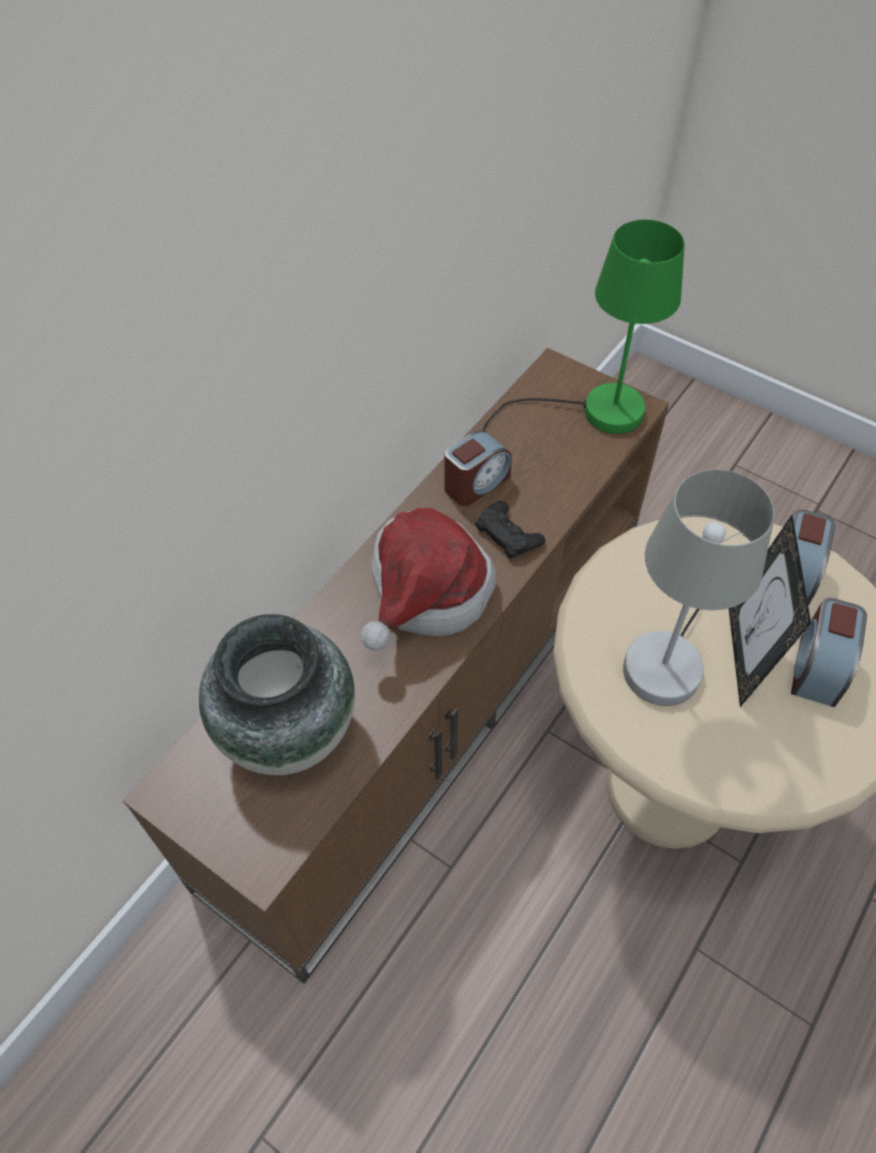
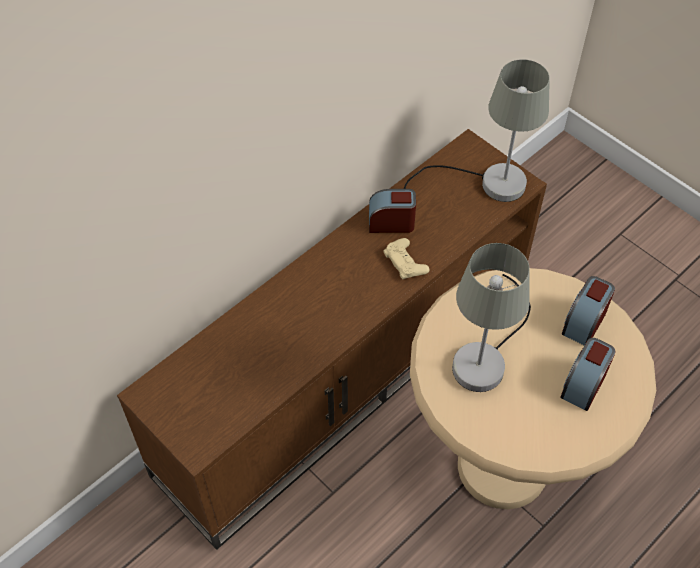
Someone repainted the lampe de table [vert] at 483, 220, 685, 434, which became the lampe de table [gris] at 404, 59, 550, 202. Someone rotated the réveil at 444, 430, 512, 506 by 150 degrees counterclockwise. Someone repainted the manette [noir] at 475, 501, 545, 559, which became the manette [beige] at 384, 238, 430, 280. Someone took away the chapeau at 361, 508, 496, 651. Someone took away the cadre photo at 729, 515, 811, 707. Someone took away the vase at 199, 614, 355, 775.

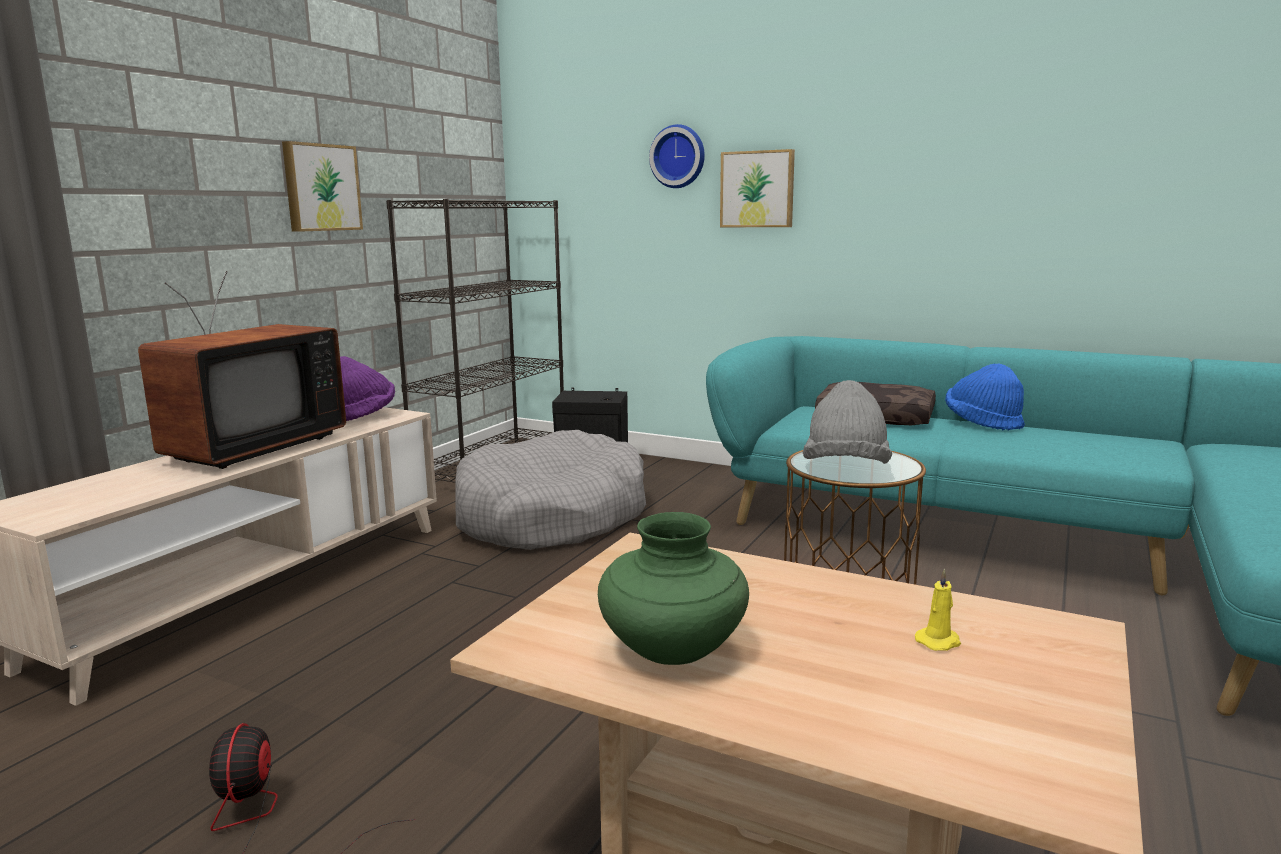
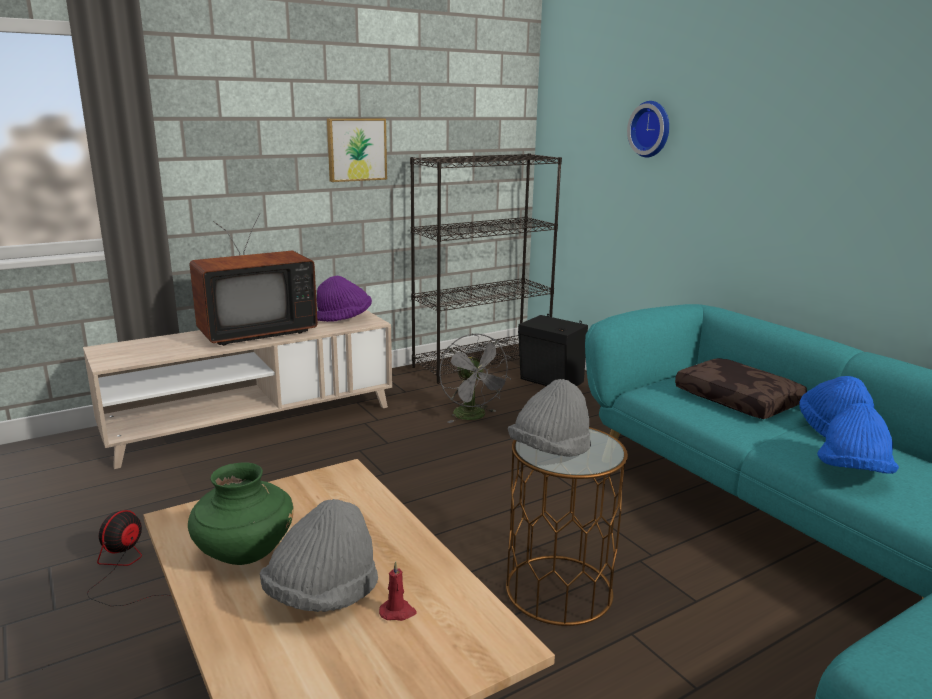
Someone took away the tableau at 720, 149, 795, 227. Someone swapped the panier pour chien [gris] at 456, 430, 646, 550 for the ventilateur [gris] at 439, 333, 512, 423. Someone repainted the bougie [jaune] at 915, 568, 961, 651, which became the bougie [rouge] at 379, 561, 417, 621. Someone put down the chapeau [bleu] at 817, 403, 899, 474. Someone put down the chapeau [gris] at 260, 499, 378, 612.

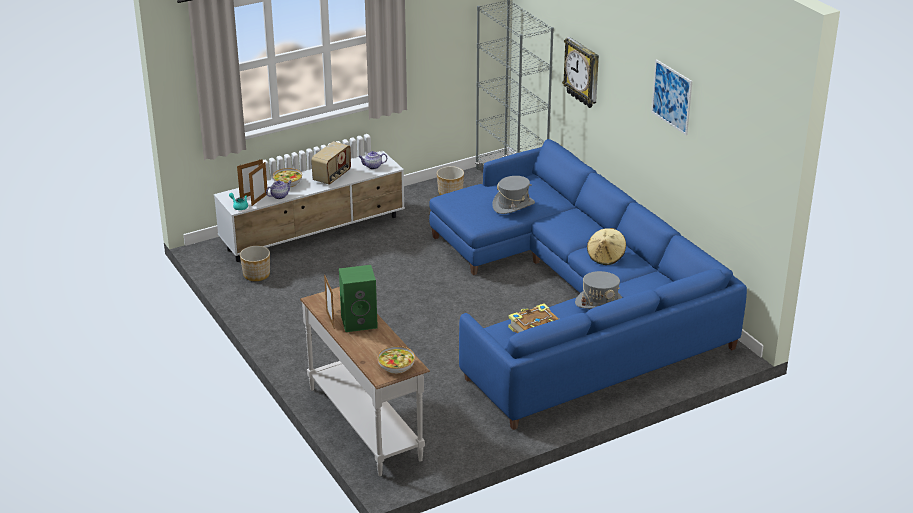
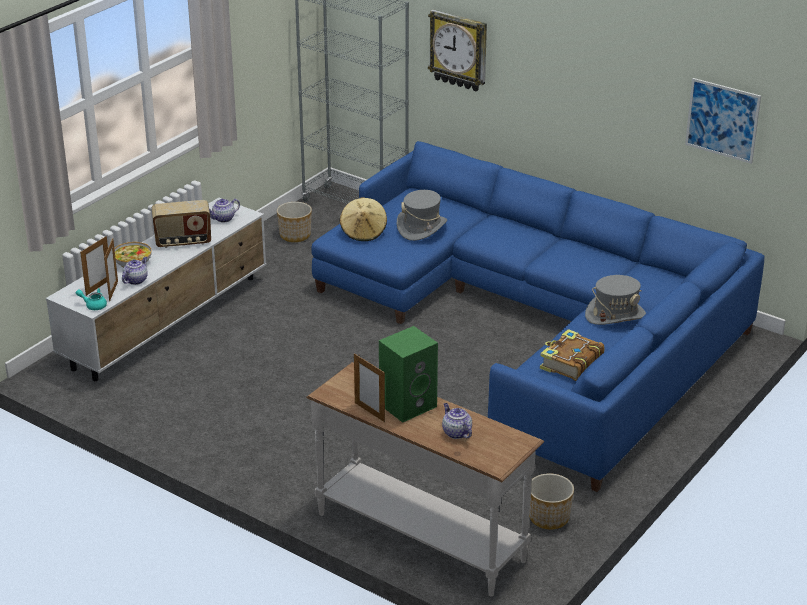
Someone carried the tableau from 651, 59, 692, 135 to 685, 78, 761, 164. Someone rotated the radio at 311, 141, 351, 185 by 75 degrees clockwise. Someone carried the chapeau [beige] from 587, 228, 626, 265 to 340, 197, 387, 241. Someone carried the cache-pot from 240, 246, 270, 281 to 529, 474, 574, 529. Someone took away the bol at 378, 346, 415, 374. Someone put down the théière at 442, 403, 472, 439.

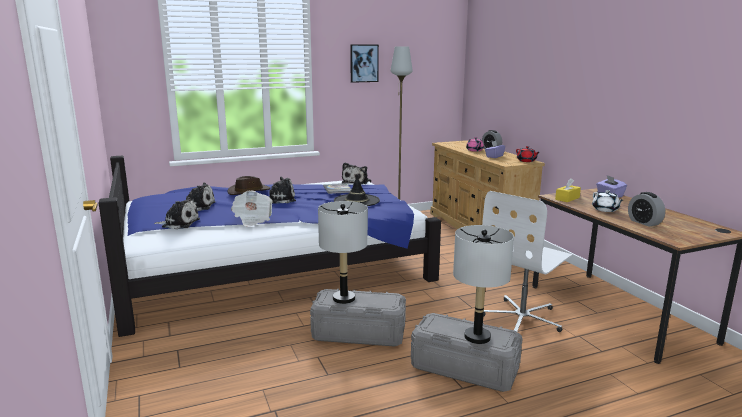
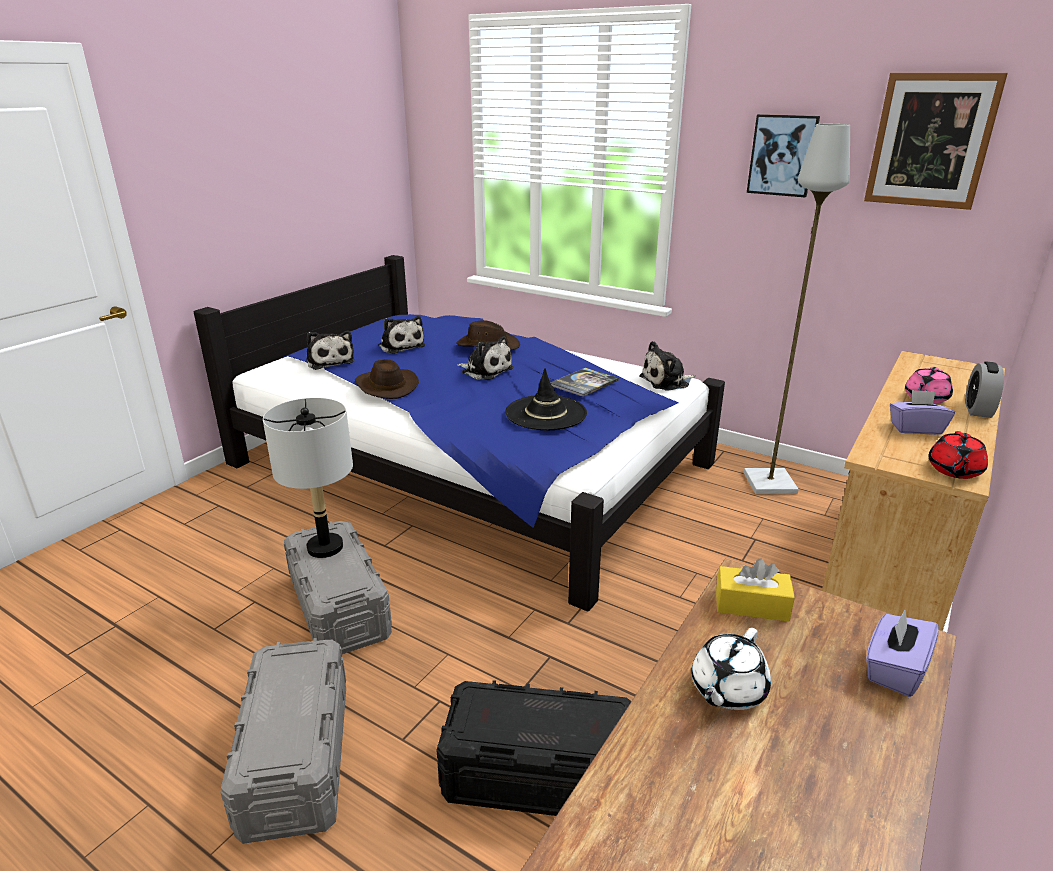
Someone swapped the journal at 231, 191, 273, 226 for the chapeau [marron] at 355, 359, 419, 399. Someone swapped the chaise de bureau [blanc] at 482, 191, 573, 332 for the boîte de rangement [noir] at 436, 680, 631, 816. Someone took away the réveil at 628, 192, 665, 227. Someone took away the lampe de table [gris] at 453, 225, 514, 344. Someone put up the tableau at 864, 73, 1008, 210.

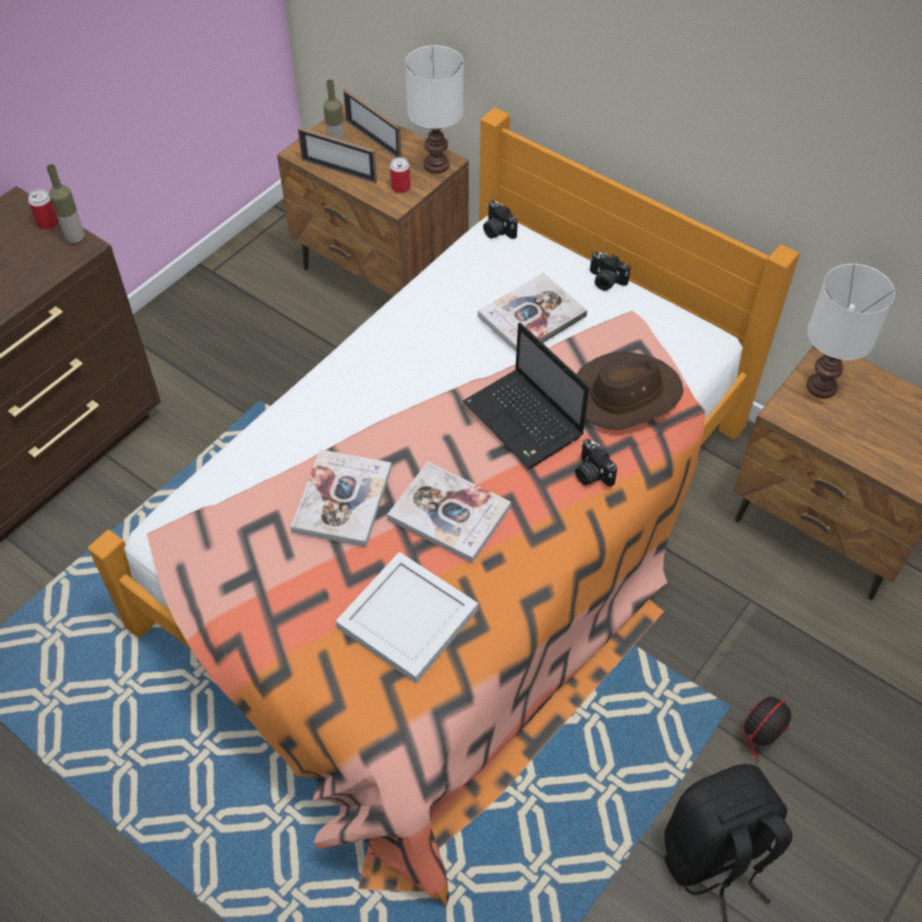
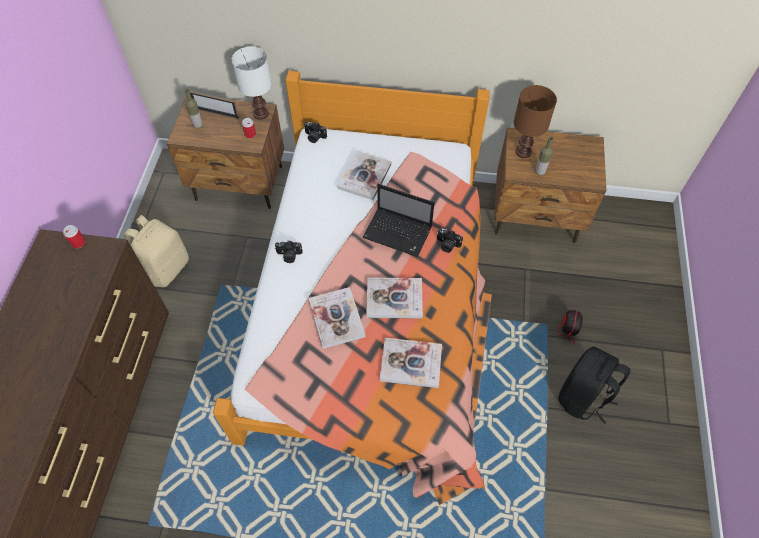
Someone took away the cadre photo at 298, 127, 377, 184. Someone carried the bouteille from 46, 164, 85, 245 to 535, 137, 553, 176. Someone carried the appareil photo from 590, 252, 631, 291 to 275, 241, 303, 263. Someone repainted the lampe de table [blanc] at 806, 264, 895, 398, which became the lampe de table [marron] at 514, 85, 557, 158. Someone took away the chapeau [marron] at 577, 351, 683, 430. Someone swapped the plateau [blanc] at 336, 552, 478, 683 for the livre at 380, 338, 442, 388. Someone put down the sac à dos [beige] at 123, 215, 189, 287.

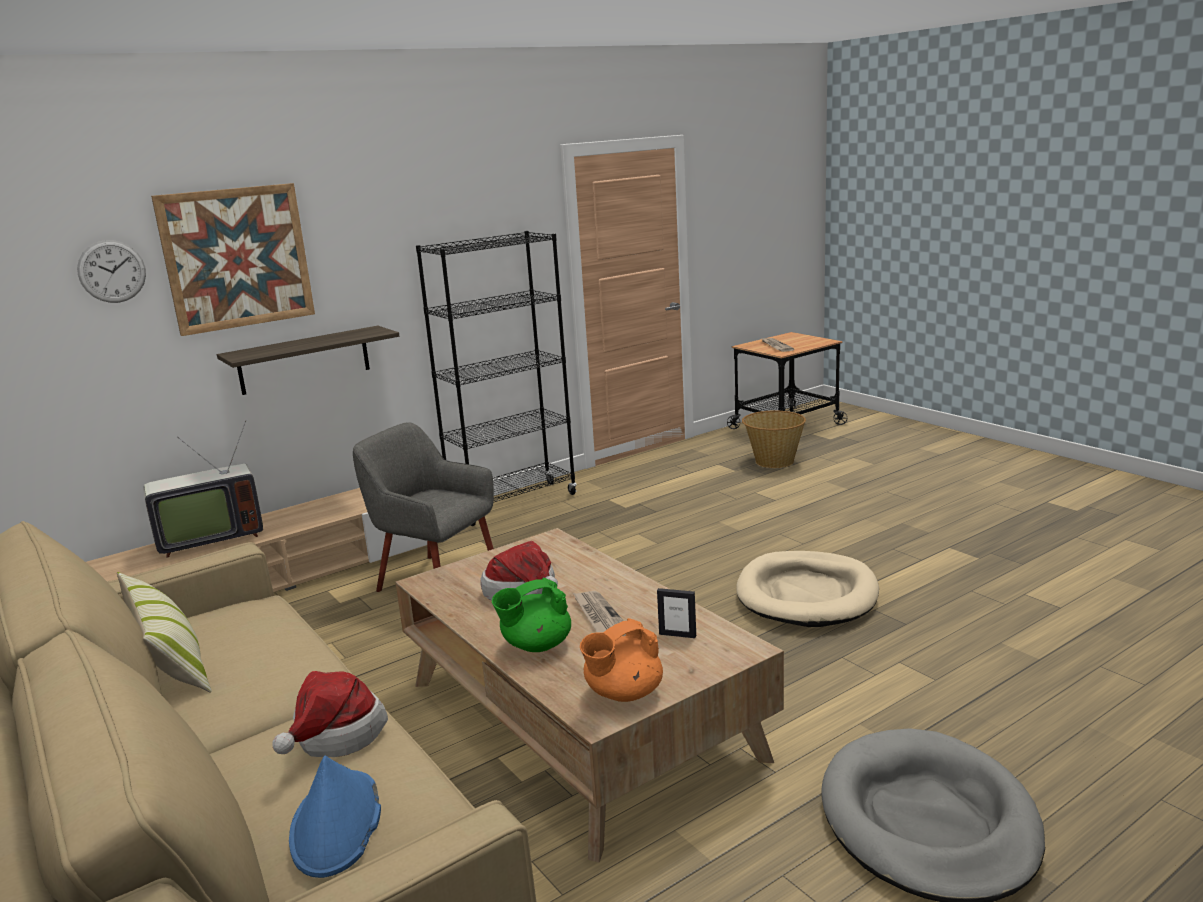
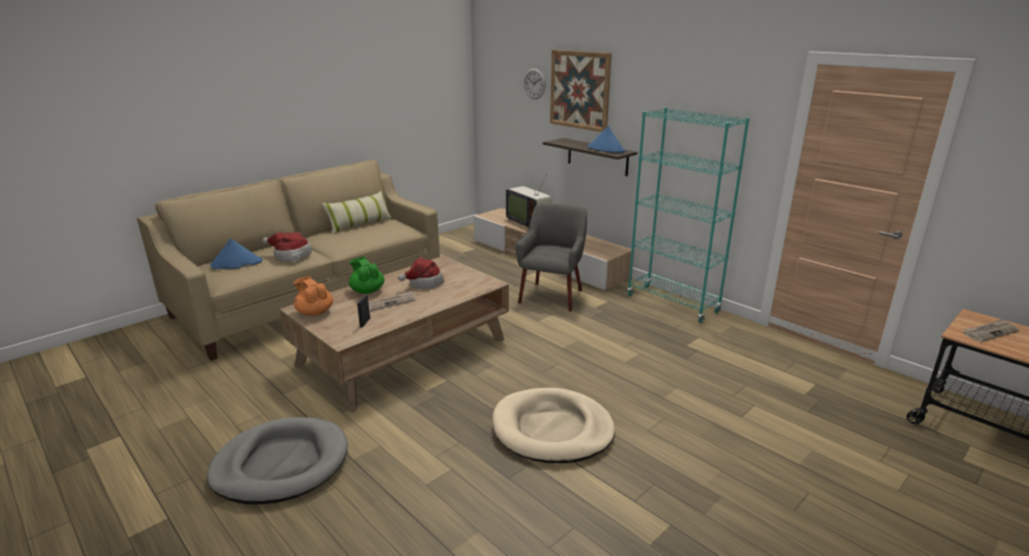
Someone repainted the bibliothèque [noir] at 416, 231, 577, 526, which became the bibliothèque [turquoise] at 627, 108, 750, 323. Someone took away the panier at 742, 411, 806, 468. Someone put down the chapeau [bleu] at 587, 126, 625, 153.

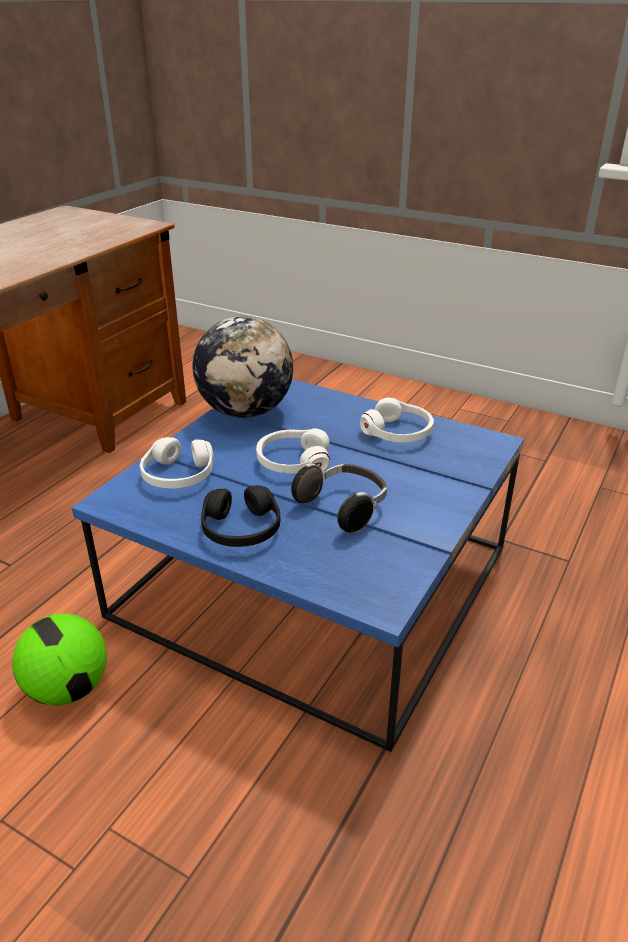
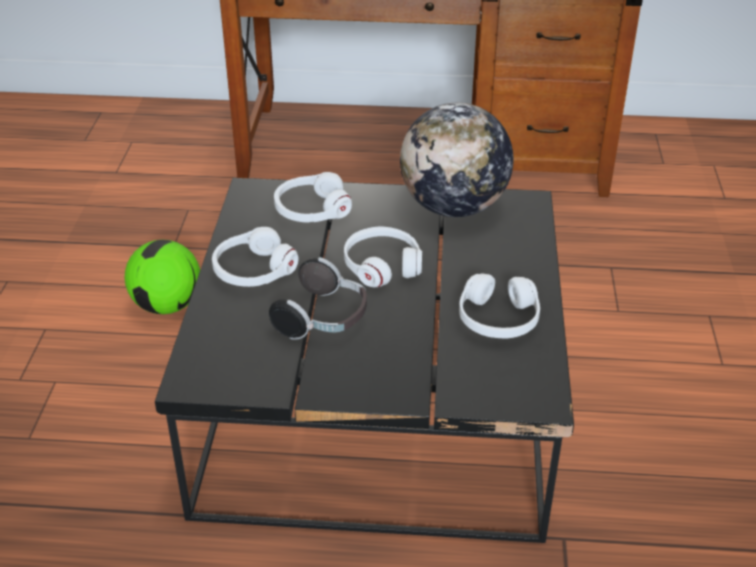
Someone repainted the table basse [bleu] at 72, 379, 524, 752, which became the table basse [noir] at 155, 178, 574, 543. Someone repainted the casque audio [noir] at 201, 485, 280, 547, which became the casque audio [blanc] at 212, 227, 299, 287.

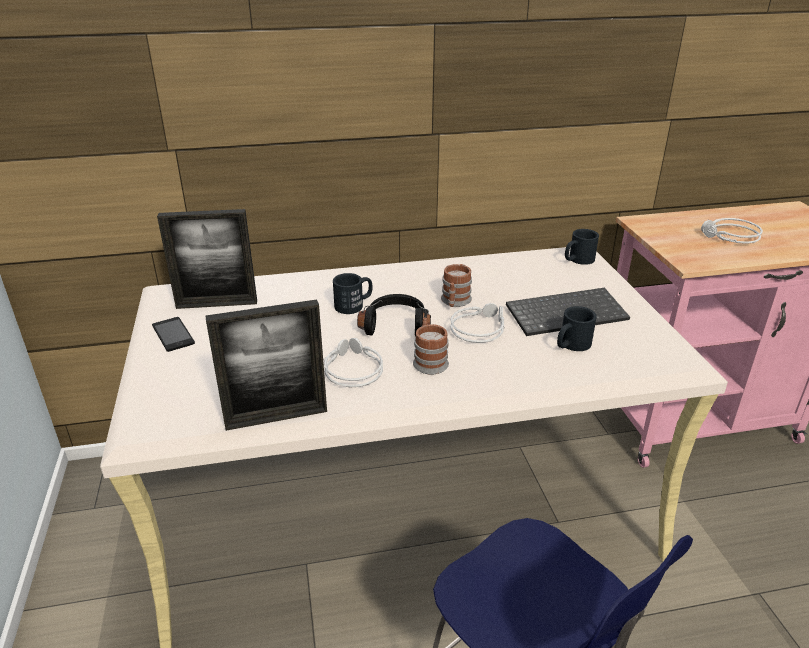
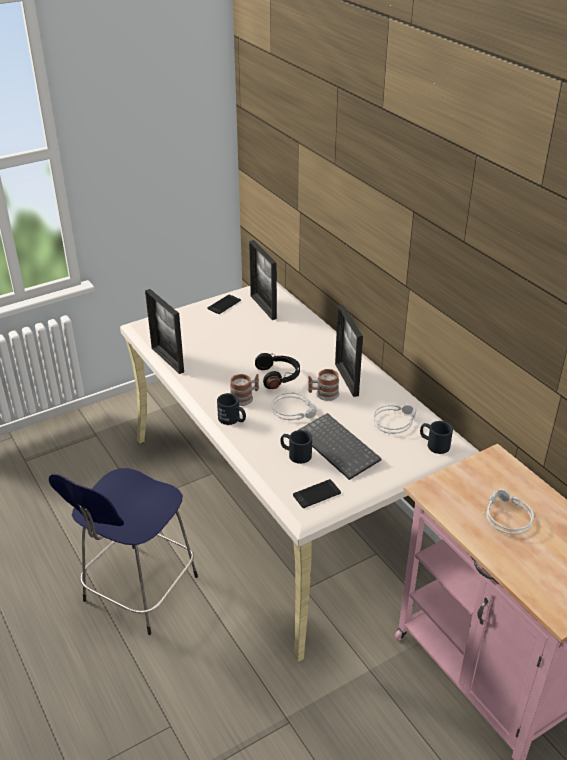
Someone carried the mug [noir] from 333, 273, 373, 314 to 217, 393, 246, 425. Someone carried the casque audio [gris] from 324, 338, 383, 387 to 373, 404, 416, 434. Someone put down the cadre photo at 335, 305, 363, 397. Someone put down the téléphone at 293, 479, 341, 508.

